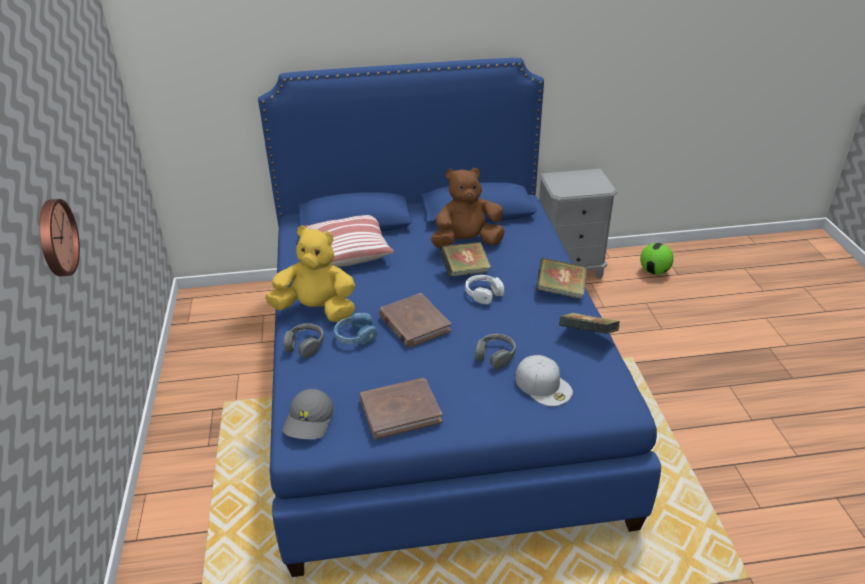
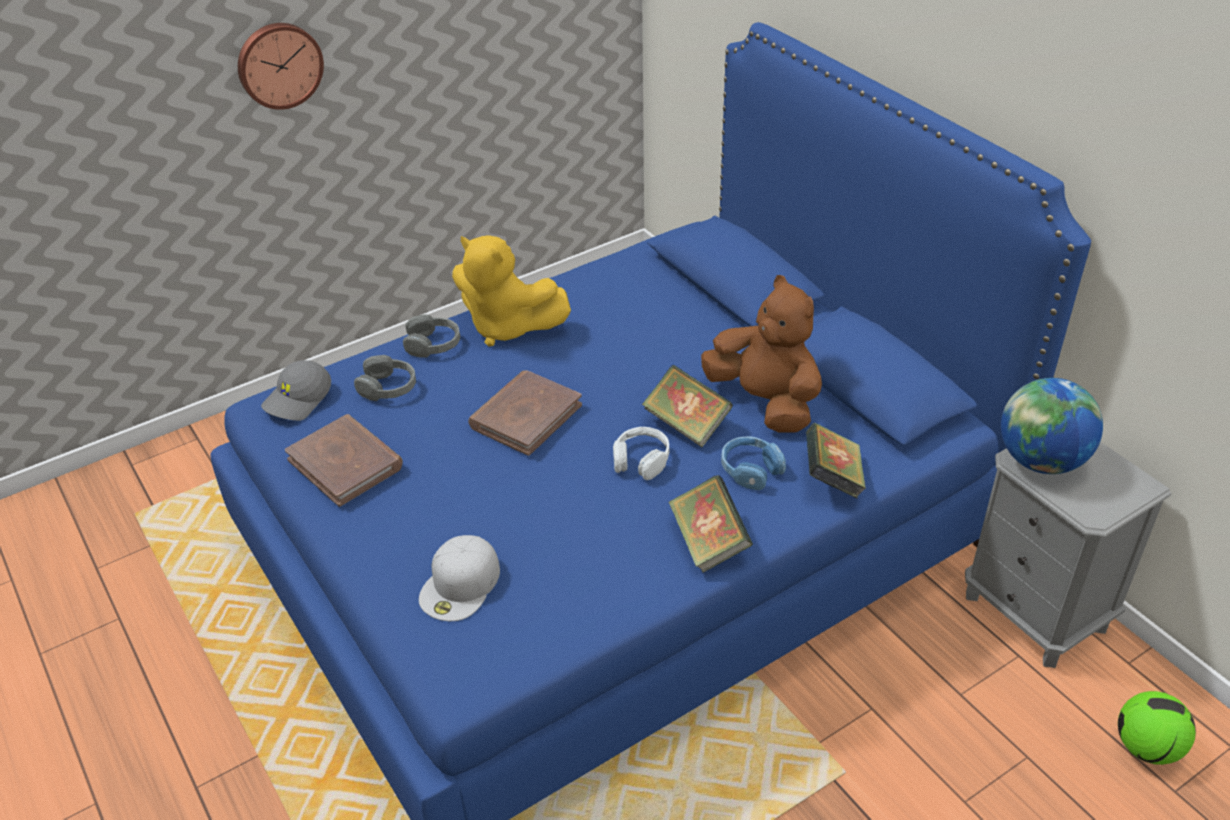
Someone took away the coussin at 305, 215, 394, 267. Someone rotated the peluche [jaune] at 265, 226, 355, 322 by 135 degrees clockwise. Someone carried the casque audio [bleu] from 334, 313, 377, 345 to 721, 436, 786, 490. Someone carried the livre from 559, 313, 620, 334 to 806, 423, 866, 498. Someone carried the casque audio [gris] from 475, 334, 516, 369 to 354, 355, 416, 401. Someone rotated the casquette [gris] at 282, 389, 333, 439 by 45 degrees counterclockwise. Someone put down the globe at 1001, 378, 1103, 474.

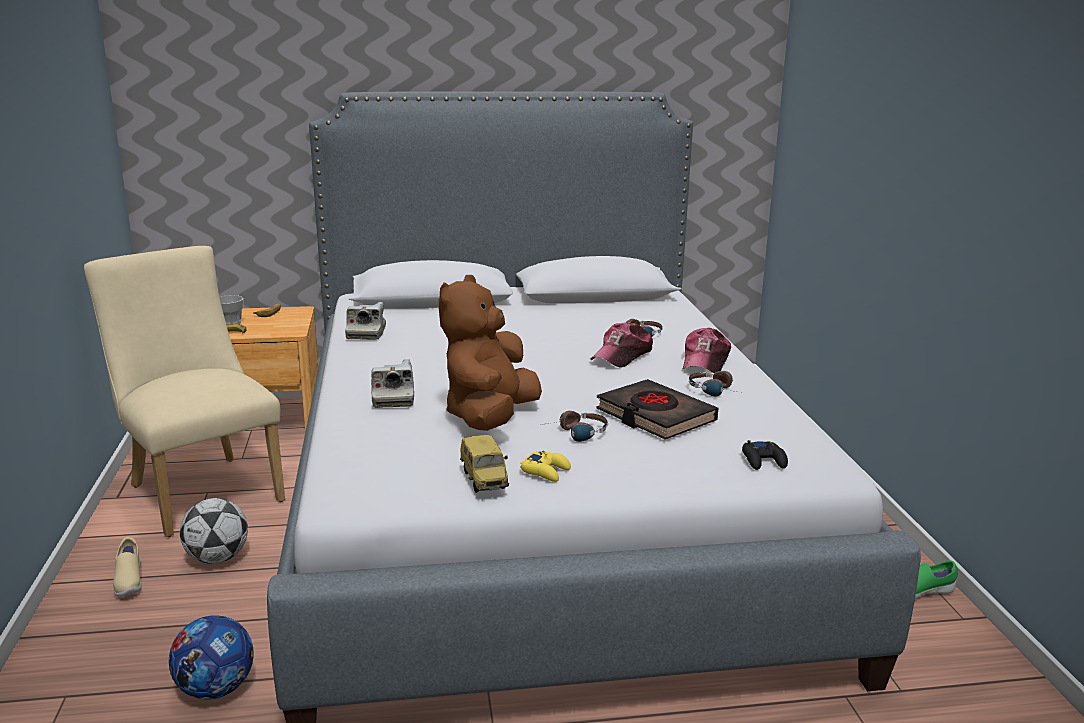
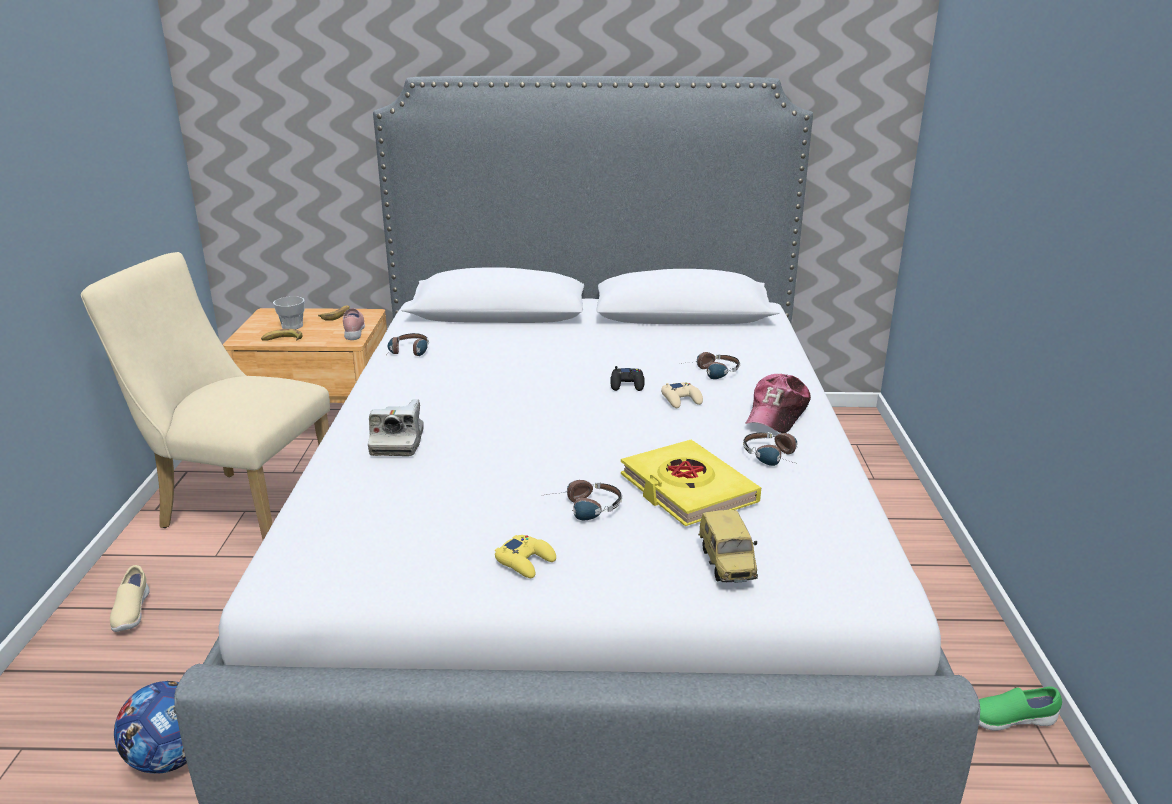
Someone rotated the chaise [beige] at 84, 246, 285, 537 by 45 degrees counterclockwise. Someone took away the peluche [marron] at 438, 275, 542, 431. Someone swapped the appareil photo at 345, 302, 386, 340 for the casque audio at 388, 333, 429, 356. Someone swapped the casquette at 591, 322, 653, 368 for the manette [beige] at 661, 382, 703, 408. Someone repainted the livre [noir] at 596, 379, 718, 440, which became the livre [jaune] at 621, 440, 761, 526. Someone carried the petite voiture from 460, 435, 509, 493 to 698, 510, 758, 583. Someone carried the manette [noir] from 742, 440, 788, 470 to 610, 366, 645, 391. Someone took away the ballon de foot at 180, 498, 248, 564. Someone put down the chaussure [rose] at 343, 308, 365, 340.

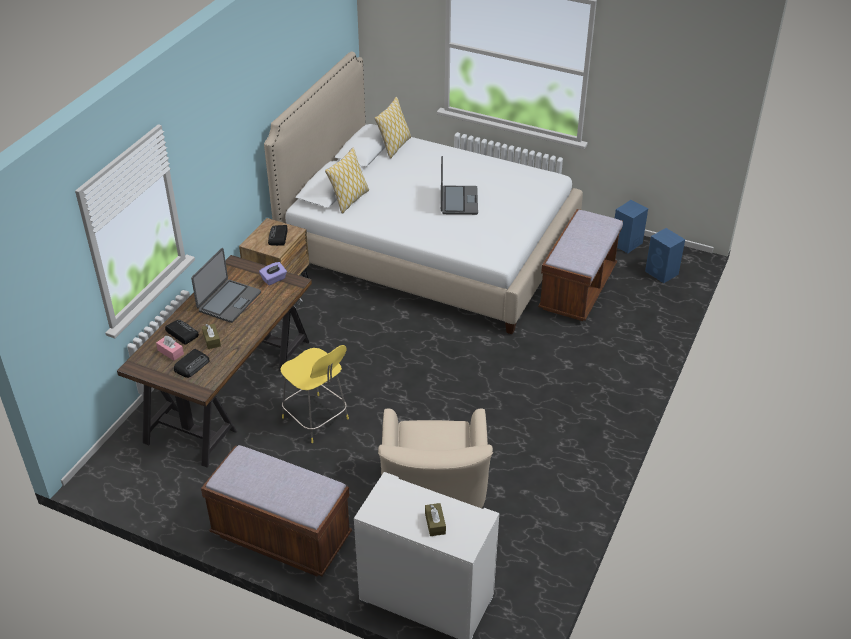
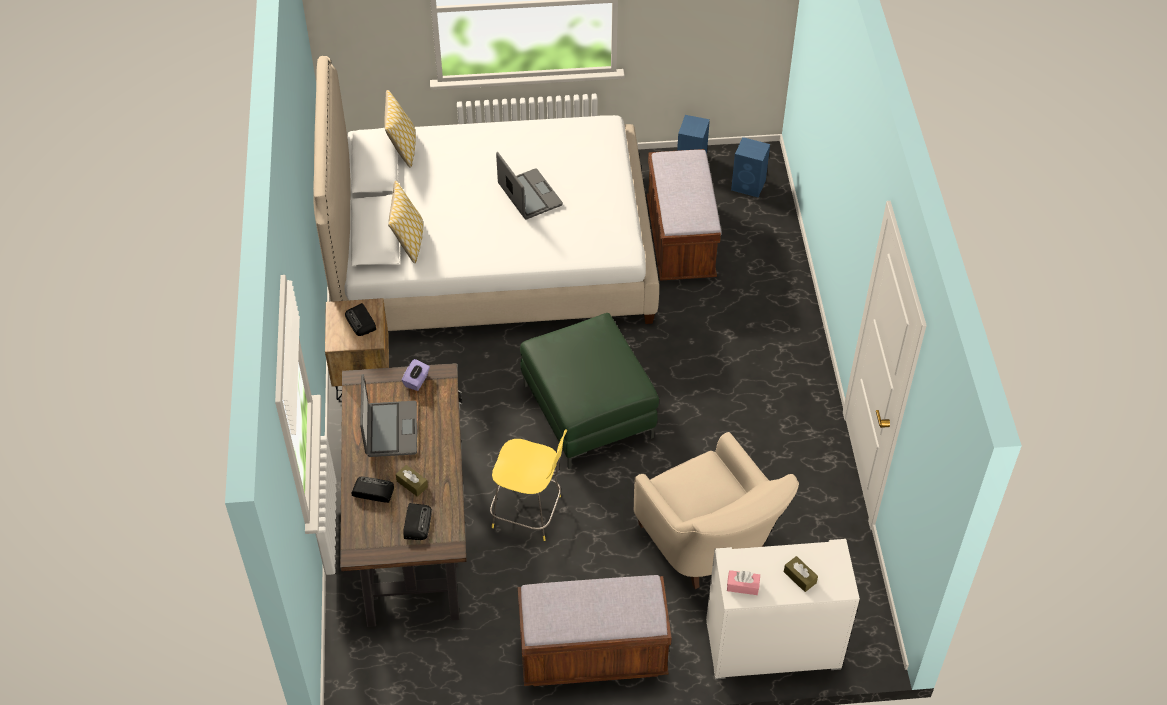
Someone carried the boîte à mouchoirs [rose] from 156, 336, 184, 361 to 727, 570, 760, 595. Someone put down the pouf [vert] at 520, 313, 659, 469.

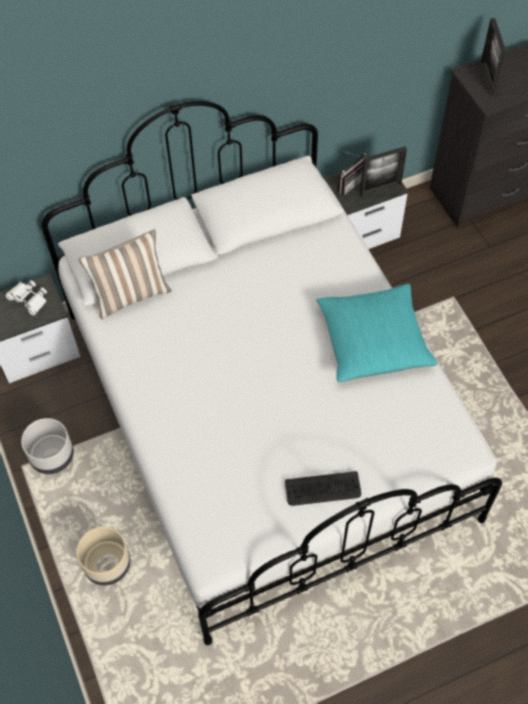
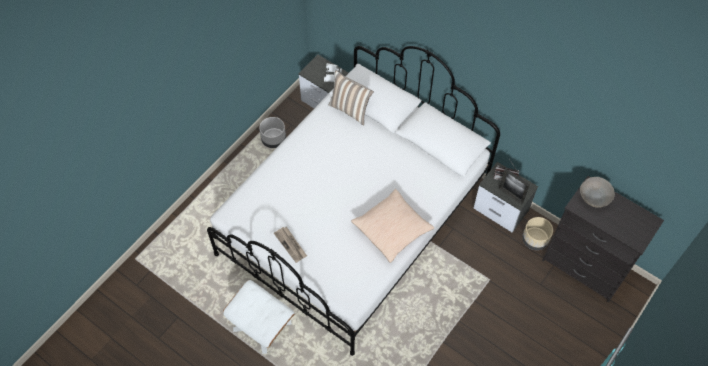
Someone swapped the cadre photo at 480, 18, 506, 96 for the bol [gris] at 580, 177, 615, 208. Someone repainted the coussin [turquoise] at 316, 284, 438, 382, which became the coussin [beige] at 351, 189, 434, 263. Someone swapped the clavier at 285, 471, 361, 506 for the journal at 274, 227, 307, 263. Someone carried the cache-pot [beige] from 77, 527, 130, 586 to 522, 217, 553, 250. Someone put down the pouf [blanc] at 223, 280, 295, 354.

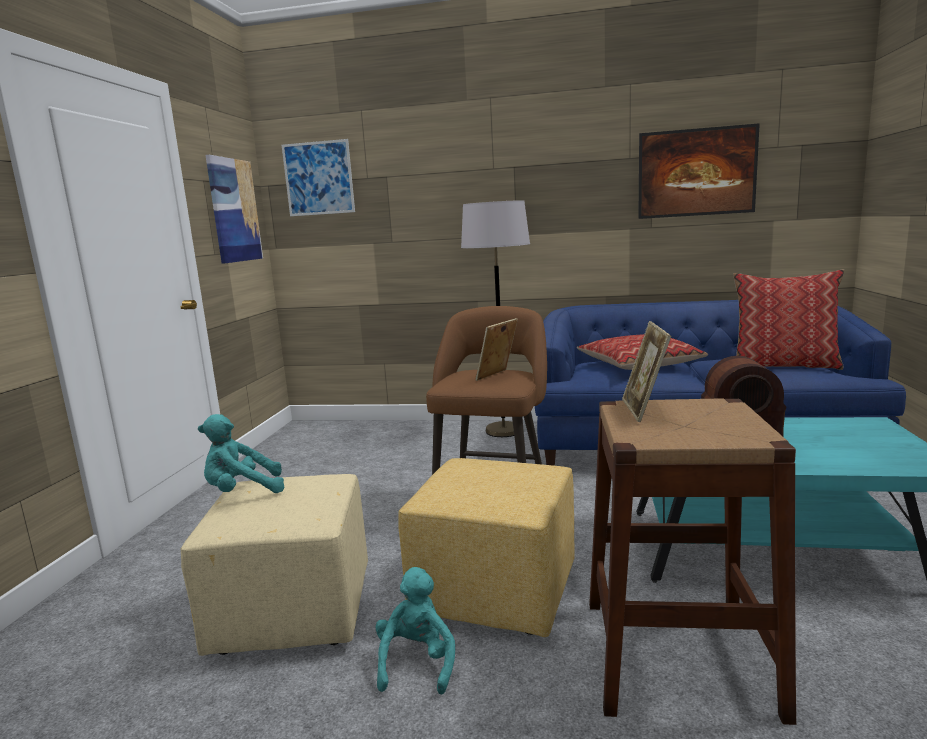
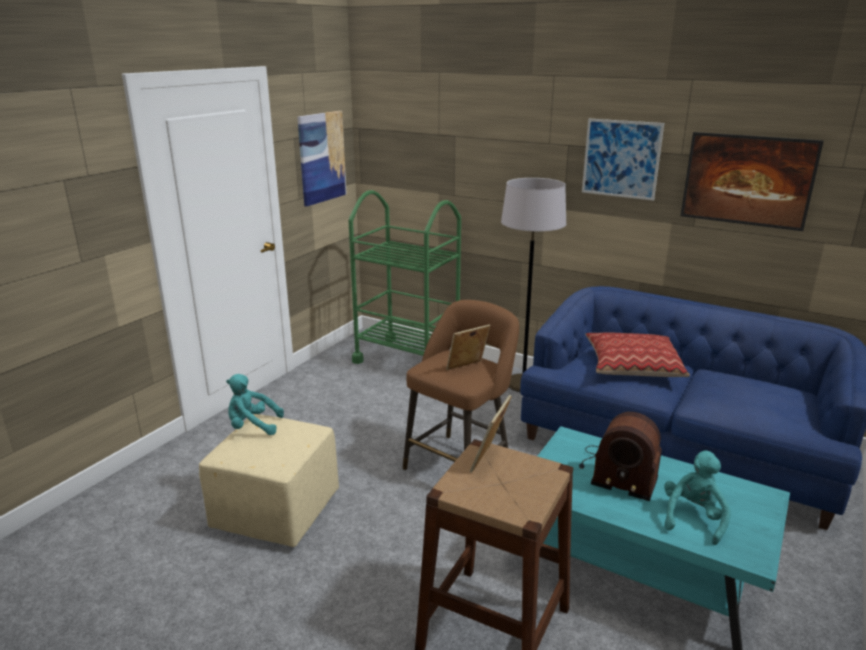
Someone carried the tableau from 282, 139, 355, 216 to 582, 119, 664, 201. Someone took away the coussin at 733, 269, 844, 370. Someone took away the pouf [jaune] at 398, 458, 575, 637. Someone carried the peluche [turquoise] from 376, 567, 455, 695 to 664, 450, 731, 545. Someone put down the chariot [vert] at 348, 190, 461, 364.

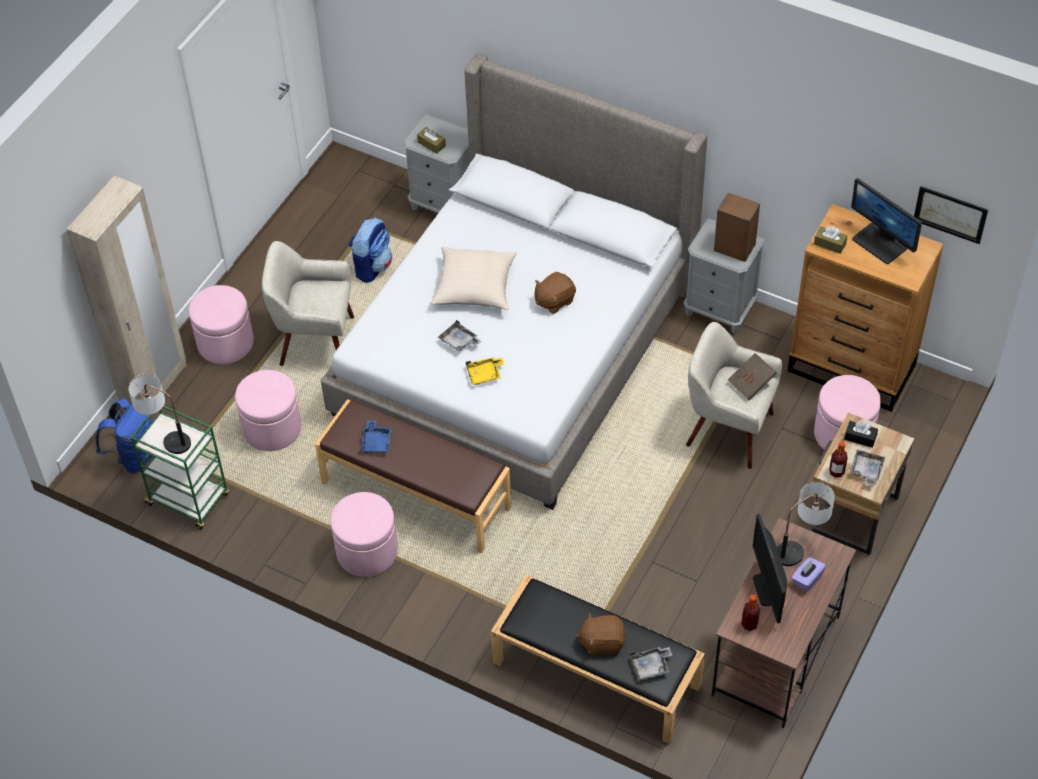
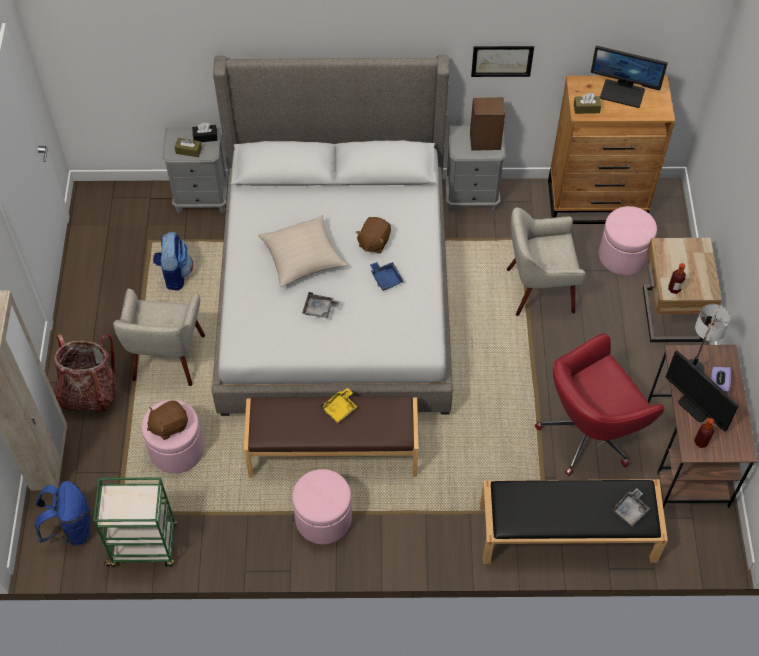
Someone carried the tableau from 914, 186, 988, 244 to 471, 46, 534, 77. Someone rotated the fauteuil [beige] at 262, 241, 354, 366 by 60 degrees counterclockwise. Someone swapped the pouf [rose] at 188, 285, 254, 364 for the sac à dos at 54, 334, 117, 412. Someone took away the livre [marron] at 728, 353, 777, 401. Someone carried the plateau [jaune] from 466, 357, 504, 385 to 320, 388, 357, 423. Someone took away the lampe de table at 128, 374, 191, 454. Someone carried the plateau [bleu] from 361, 420, 392, 453 to 370, 262, 404, 291. Someone carried the boîte à mouchoirs [noir] from 844, 421, 878, 448 to 192, 123, 218, 142. Someone took away the plateau [gris] at 850, 450, 885, 486. Someone carried the peluche [marron] from 576, 613, 627, 655 to 147, 401, 188, 440. Someone put down the chaise de bureau [rouge] at 535, 333, 664, 476.

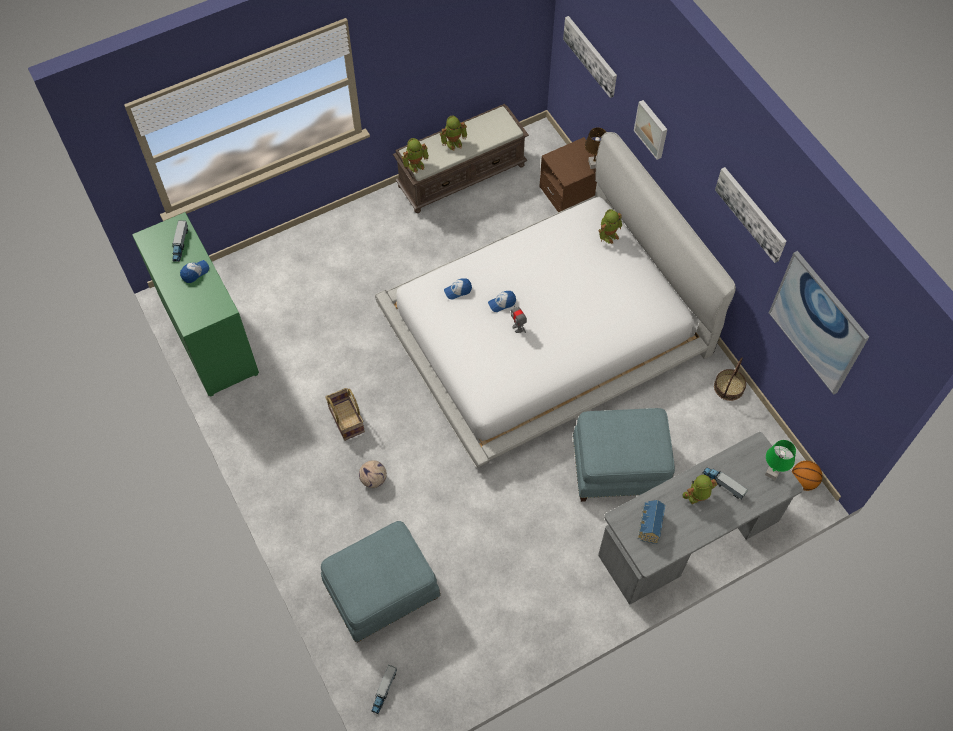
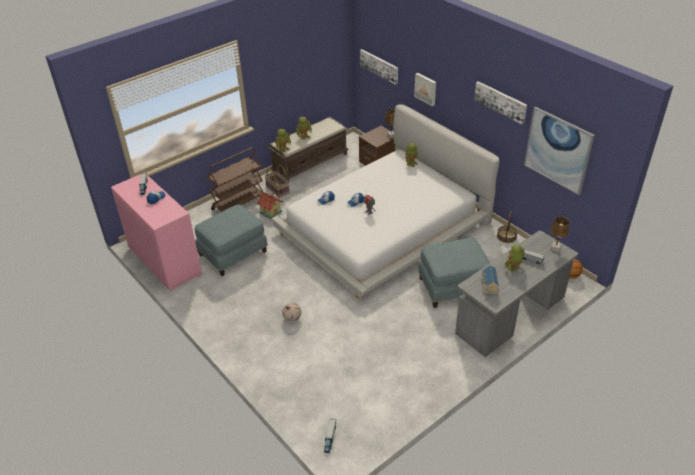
Someone repainted the commode [vert] at 132, 212, 259, 397, which became the commode [rose] at 111, 172, 202, 292. Someone carried the panier from 325, 388, 365, 441 to 265, 164, 290, 198. Someone repainted the lampe de table [vert] at 765, 440, 796, 480, which became the lampe de table [marron] at 550, 216, 569, 252. Someone carried the pouf [bleu] from 321, 521, 441, 642 to 195, 204, 268, 276. Someone put down the chariot [marron] at 207, 147, 263, 212. Someone put down the maison miniature at 257, 192, 283, 219.

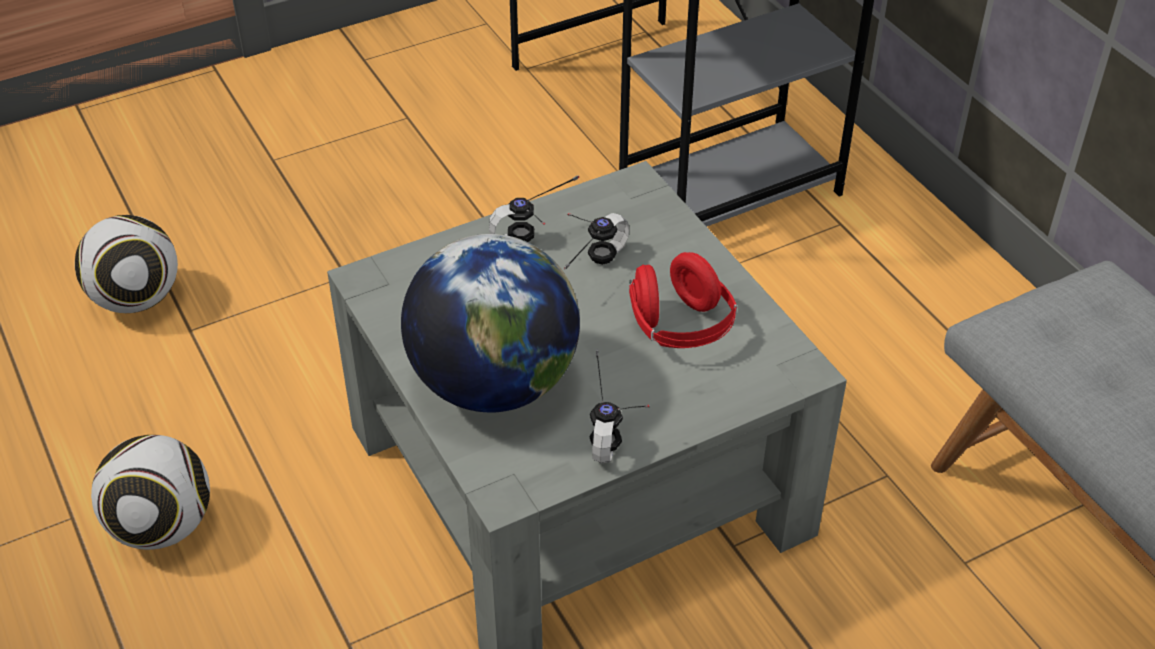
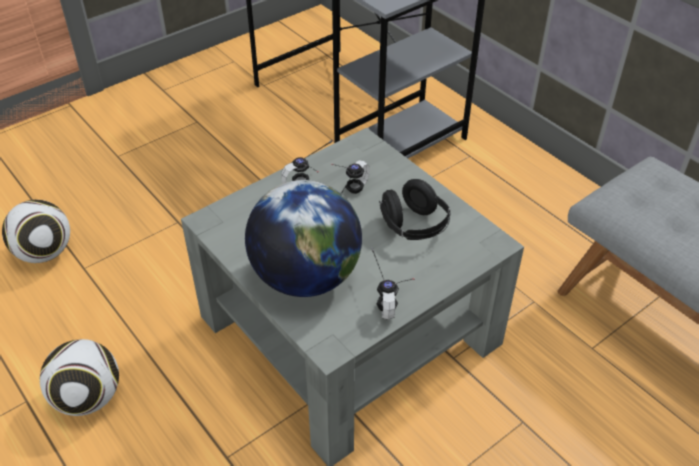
Someone repainted the casque audio [rouge] at 629, 252, 737, 348, which became the casque audio [noir] at 379, 179, 451, 240.

